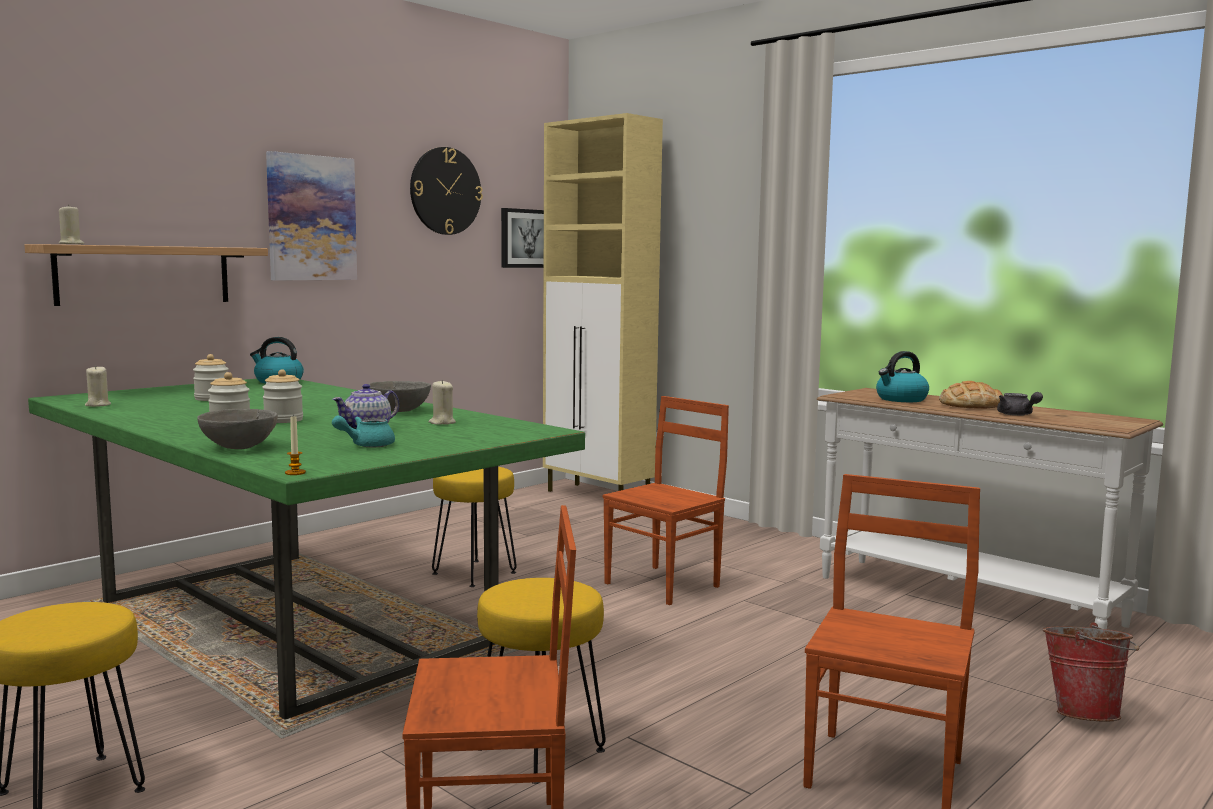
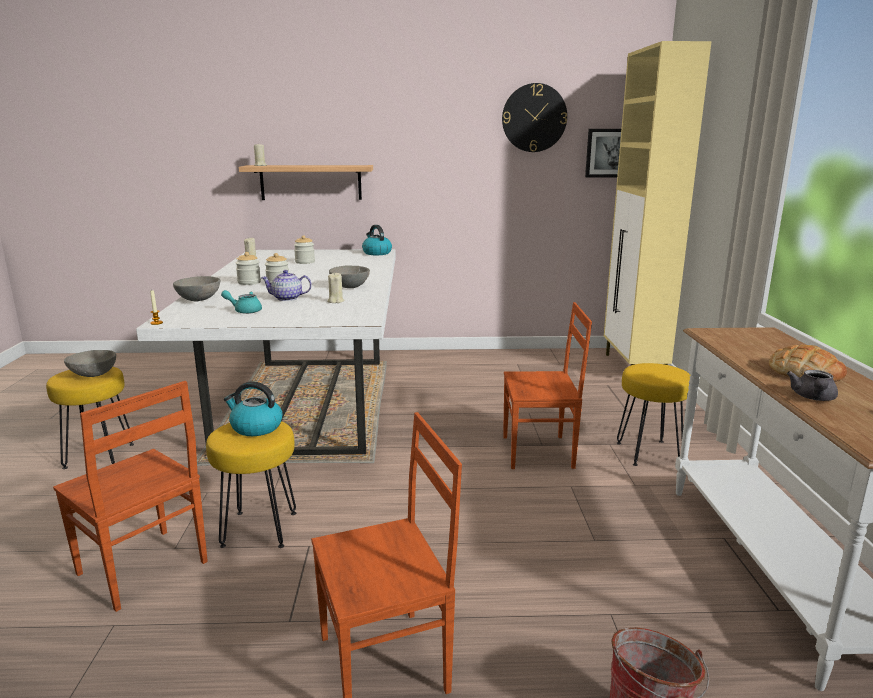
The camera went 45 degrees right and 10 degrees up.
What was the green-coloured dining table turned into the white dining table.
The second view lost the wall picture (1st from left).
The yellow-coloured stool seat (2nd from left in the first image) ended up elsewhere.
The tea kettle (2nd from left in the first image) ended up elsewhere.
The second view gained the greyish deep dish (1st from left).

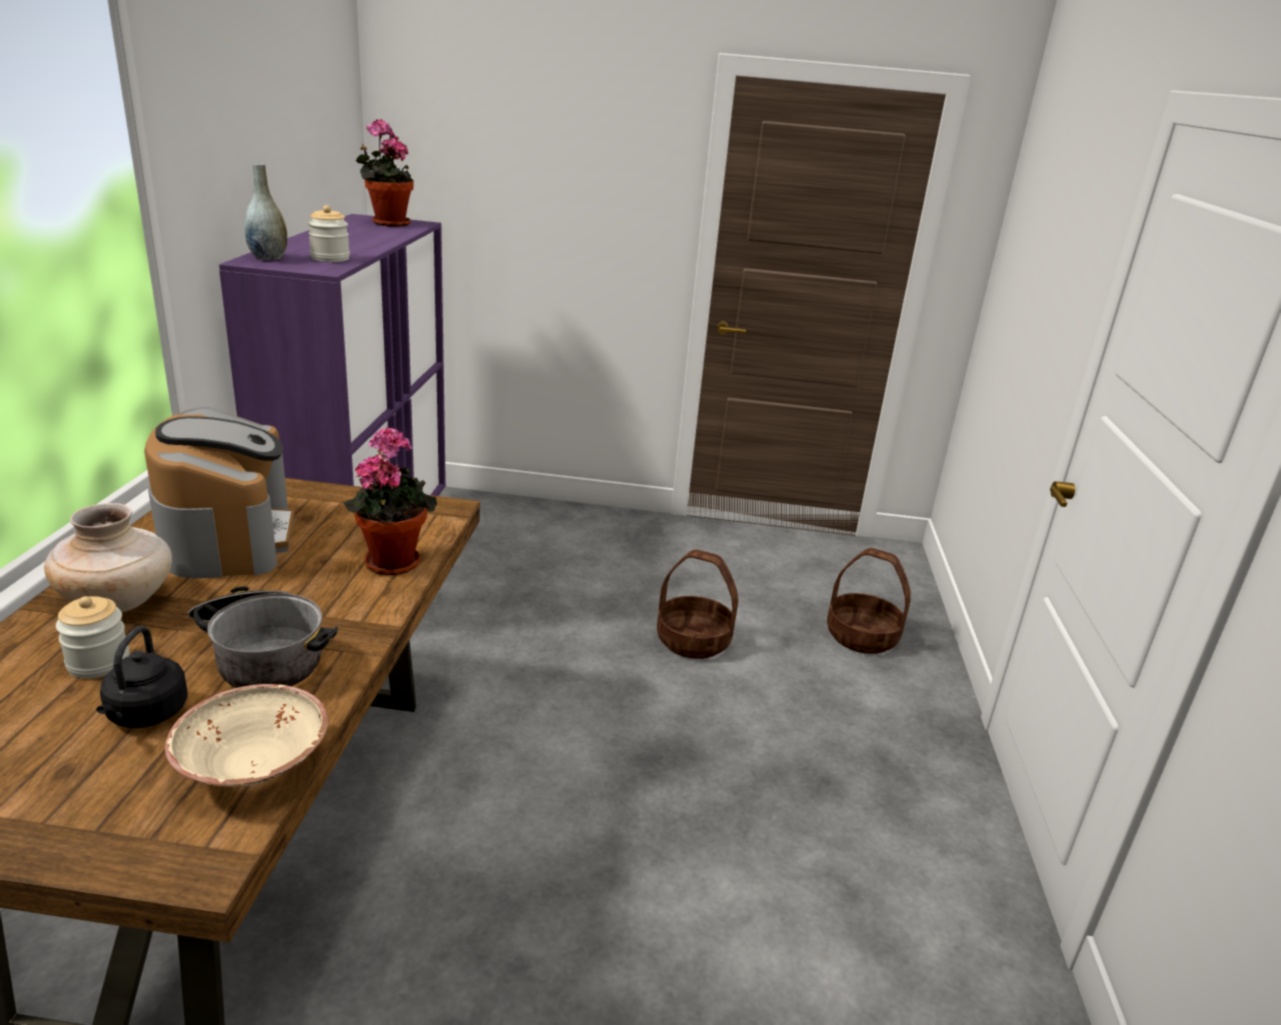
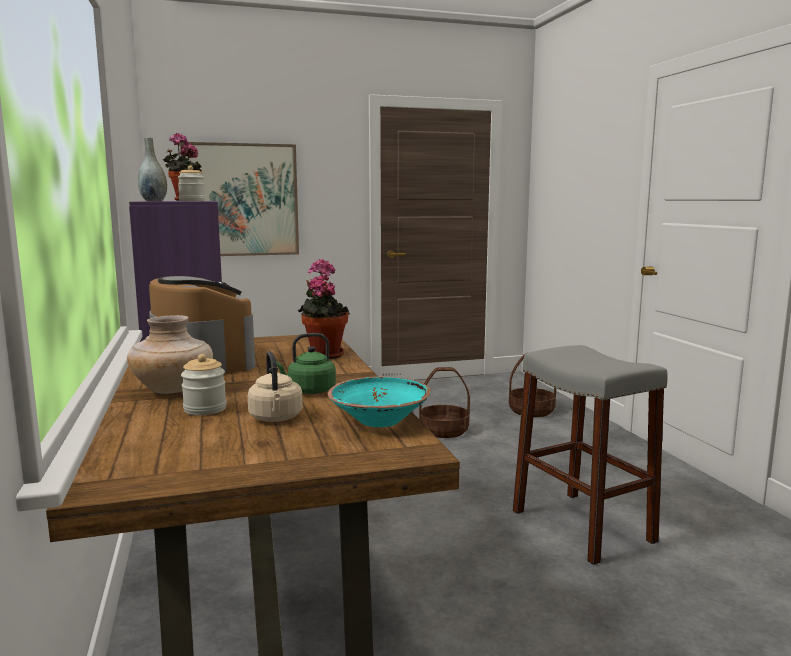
The camera went 20 degrees left and 15 degrees down.
What was the black tea kettle turned into the beige tea kettle.
What was the beige deep dish turned into the turquoise-coloured deep dish.
Where the stockpot stood, the green-coloured tea kettle came to stand.
The second view gained the wall picture.
The second view gained the greyish stool seat.

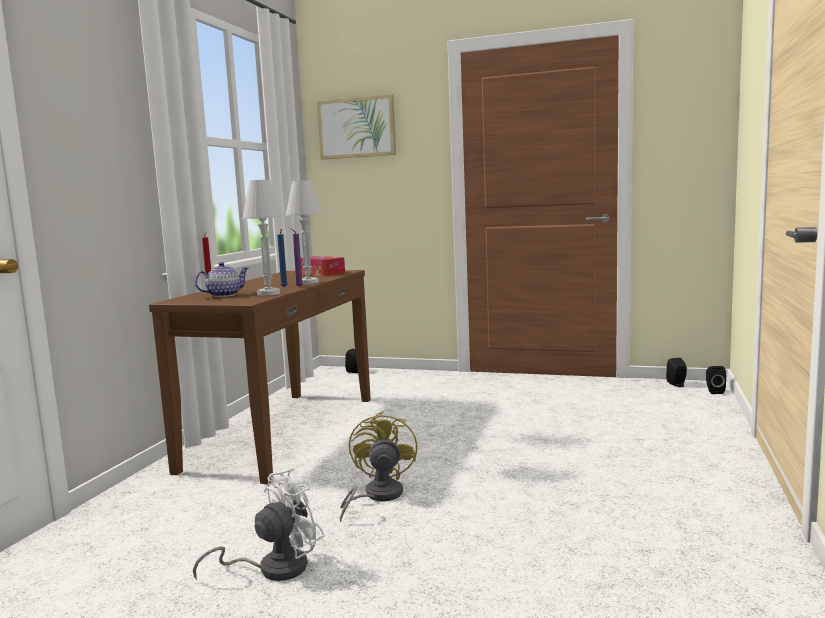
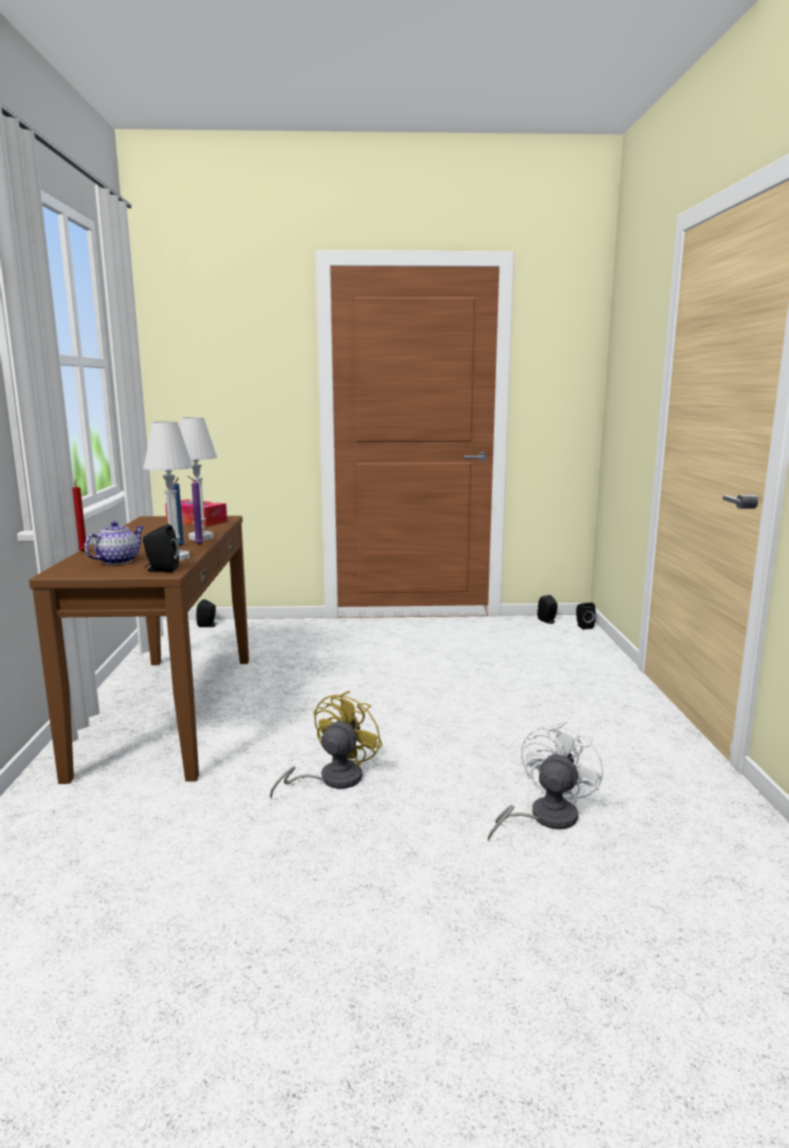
The camera went 20 degrees left and 5 degrees up.
The white cooling fan ended up elsewhere.
The second view lost the wall picture.
The yellow-coloured cooling fan ended up facing another way, 45 degrees clockwise from before.
The second view gained the black audio speaker (1st from left).

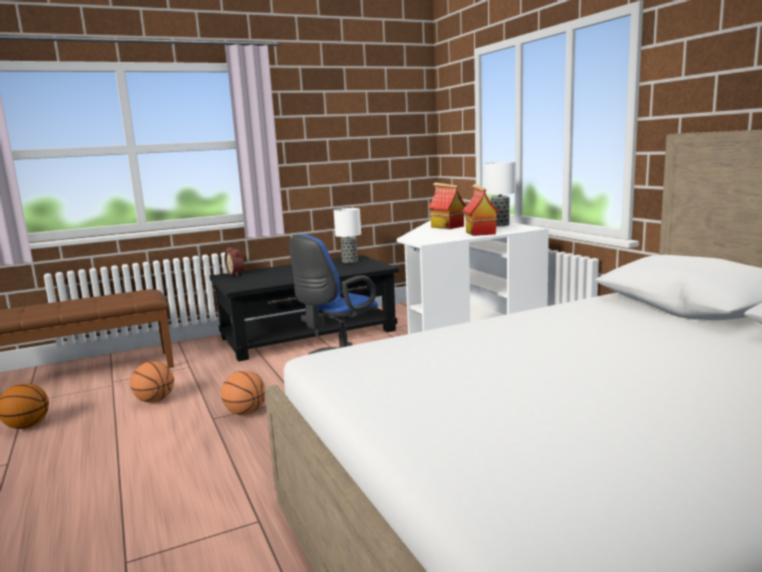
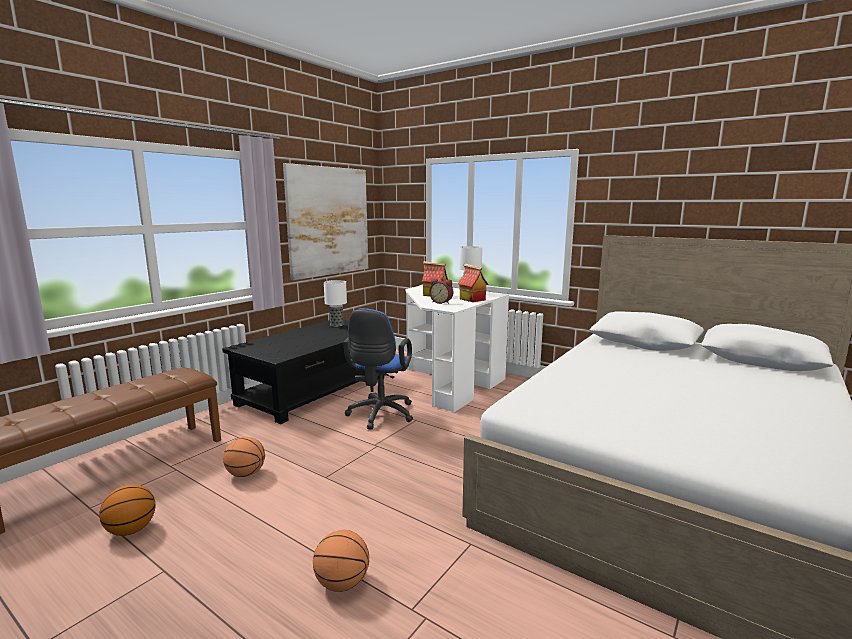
The camera went 30 degrees left and 0 degrees up.
The basketball (3rd from left) ended up elsewhere.
The table clock ended up elsewhere.
The second view gained the wall picture.

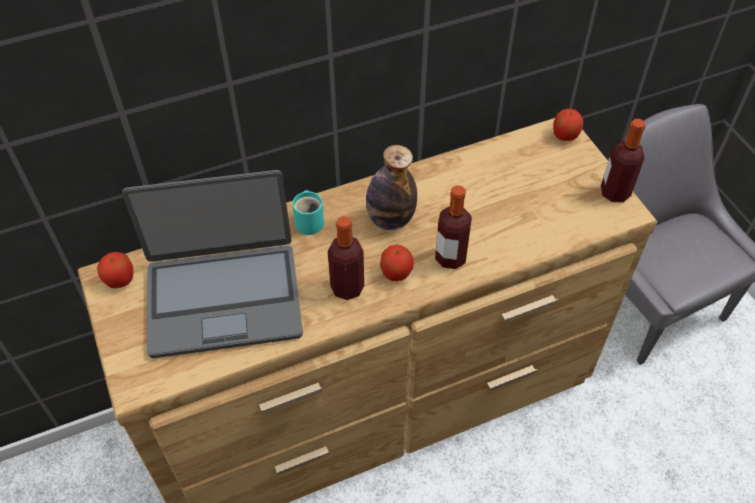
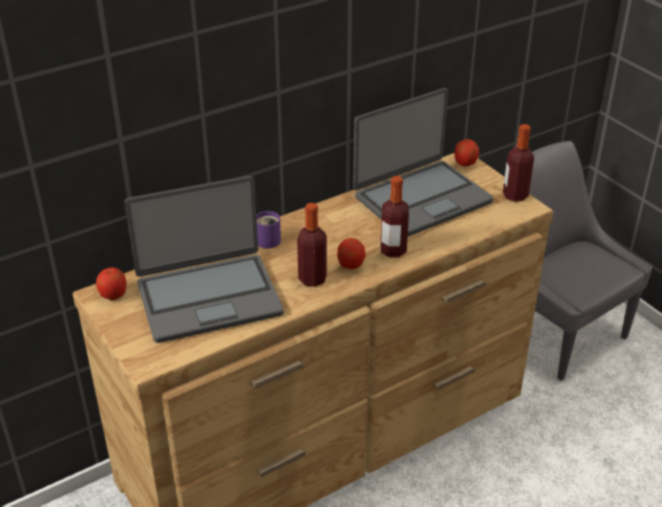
The camera went 10 degrees left and 15 degrees down.
What was the turquoise-coloured mug turned into the purple mug.
The second view lost the bottle (2nd from left).
The second view gained the notebook computer (2nd from left).

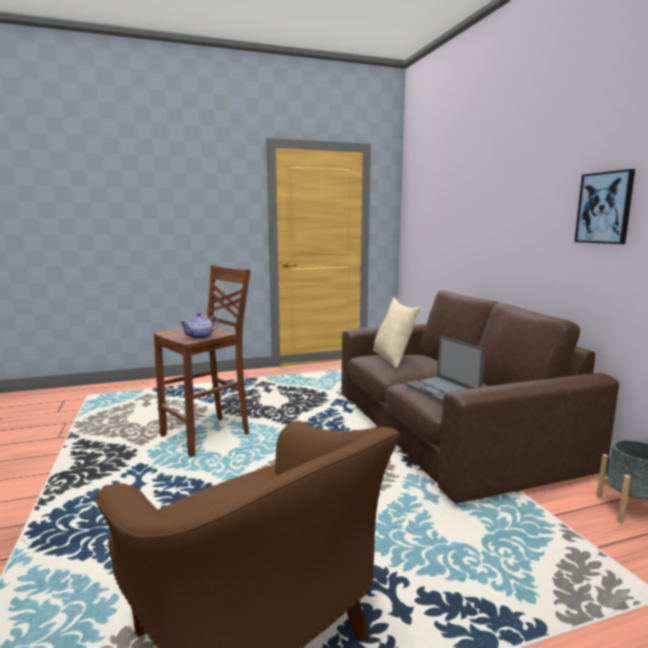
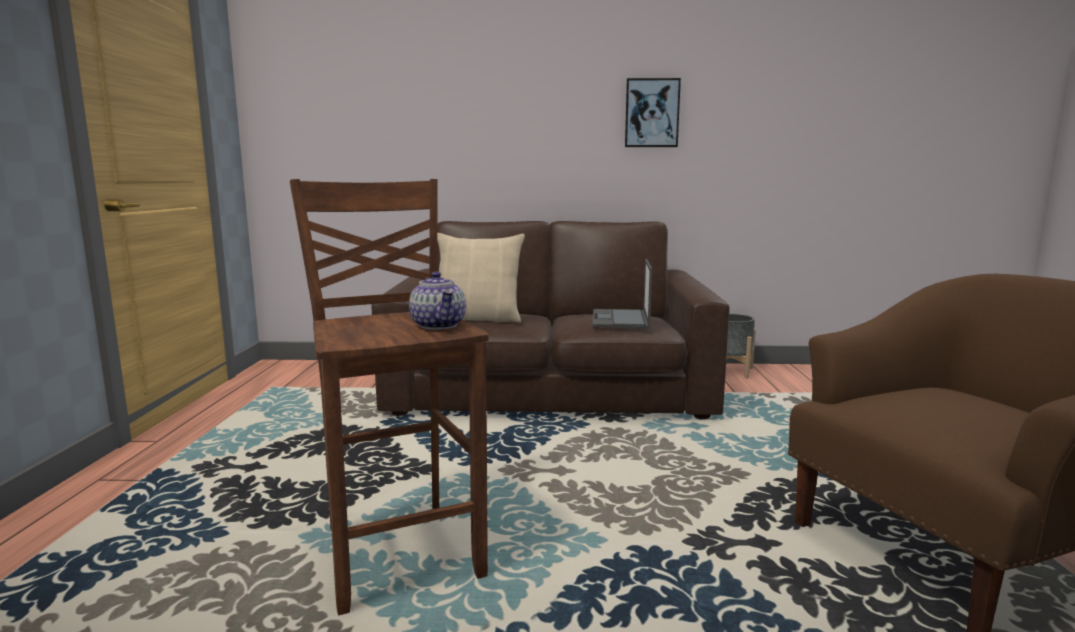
The camera went 70 degrees left and 0 degrees up.
The notebook computer ended up facing another way, 105 degrees clockwise from before.

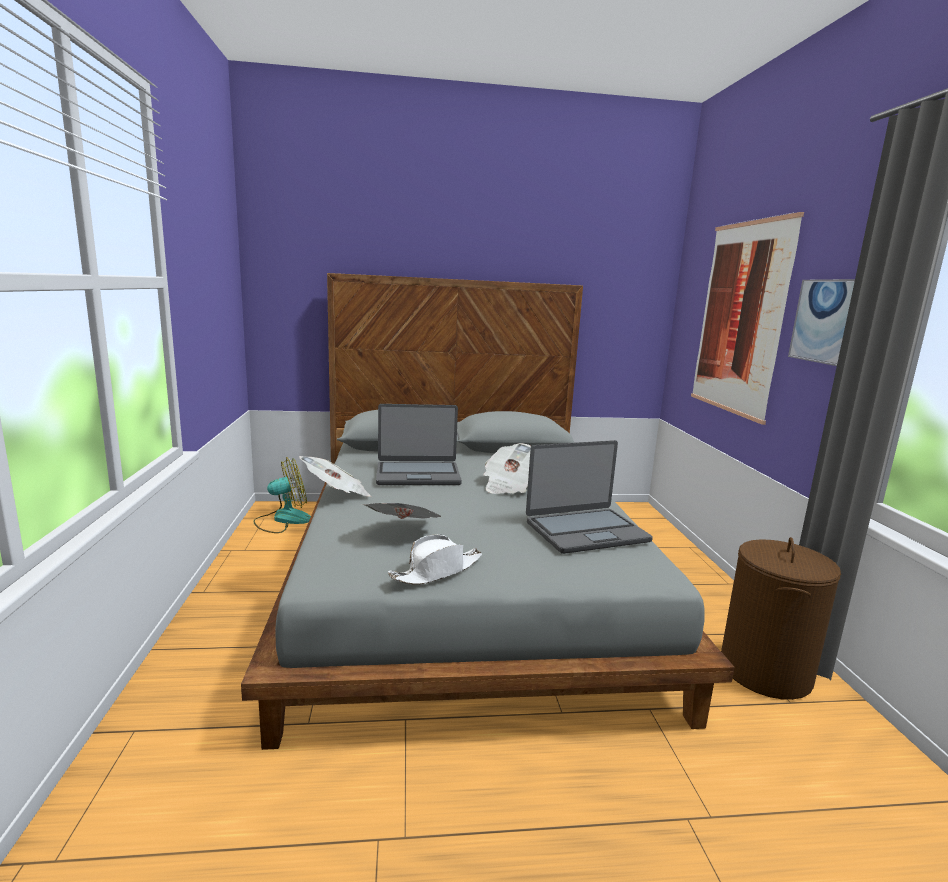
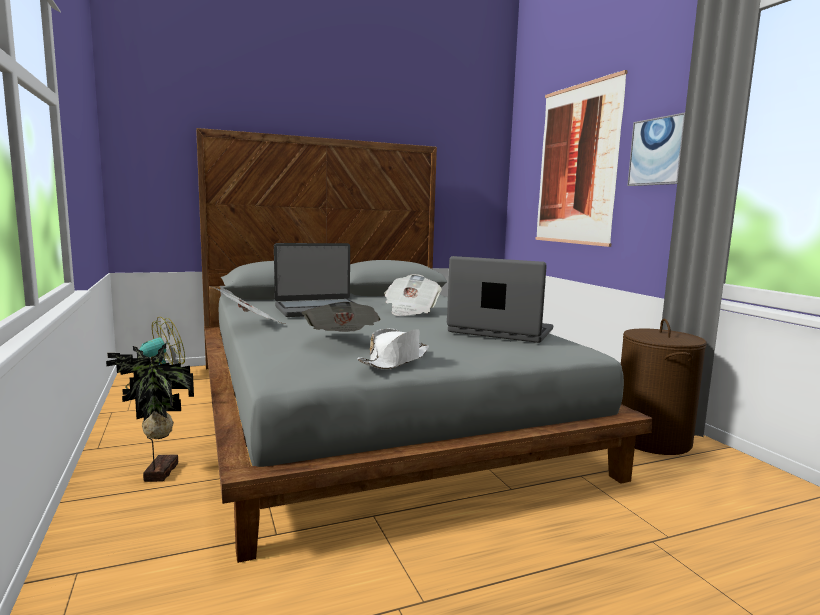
The camera went 15 degrees left and 5 degrees down.
The notebook computer (2nd from left) ended up facing another way, 120 degrees counterclockwise from before.
The second view gained the potted plant.

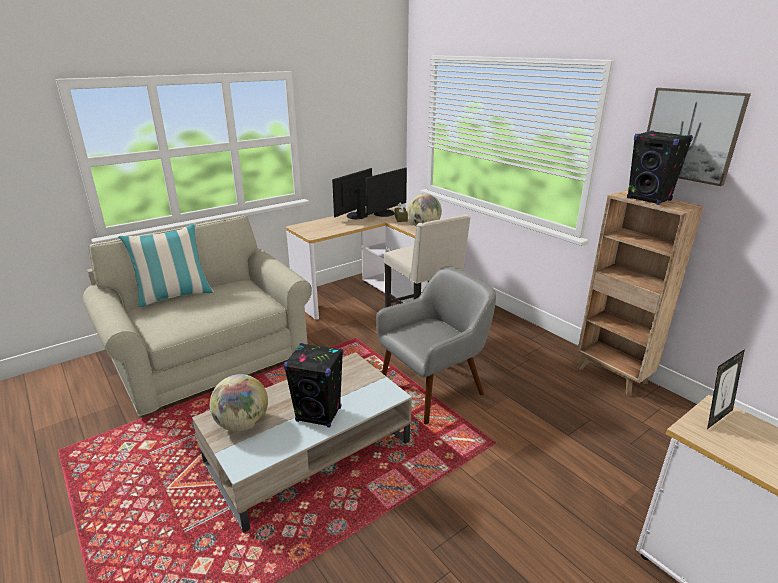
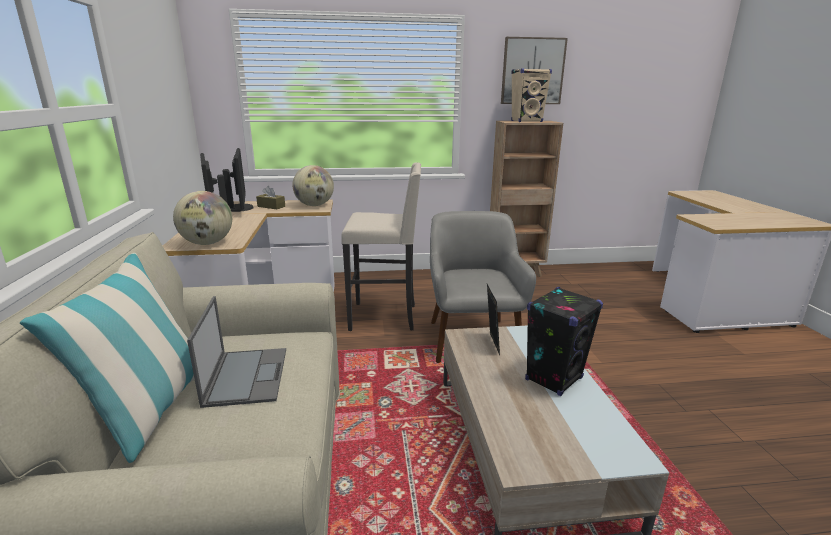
The camera went 60 degrees left and 5 degrees down.
The world globe (1st from left) ended up elsewhere.
What was the black audio speaker (2nd from left) turned into the beige audio speaker.
The picture frame ended up elsewhere.
The second view gained the notebook computer.

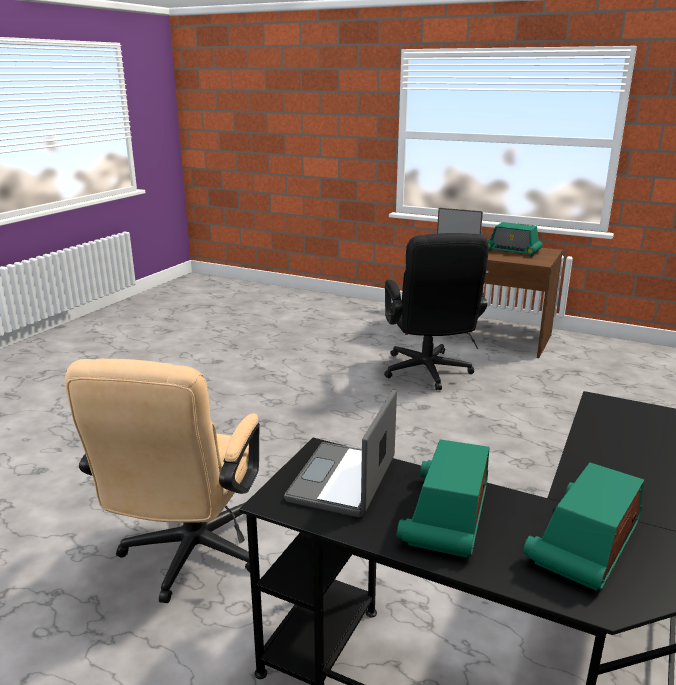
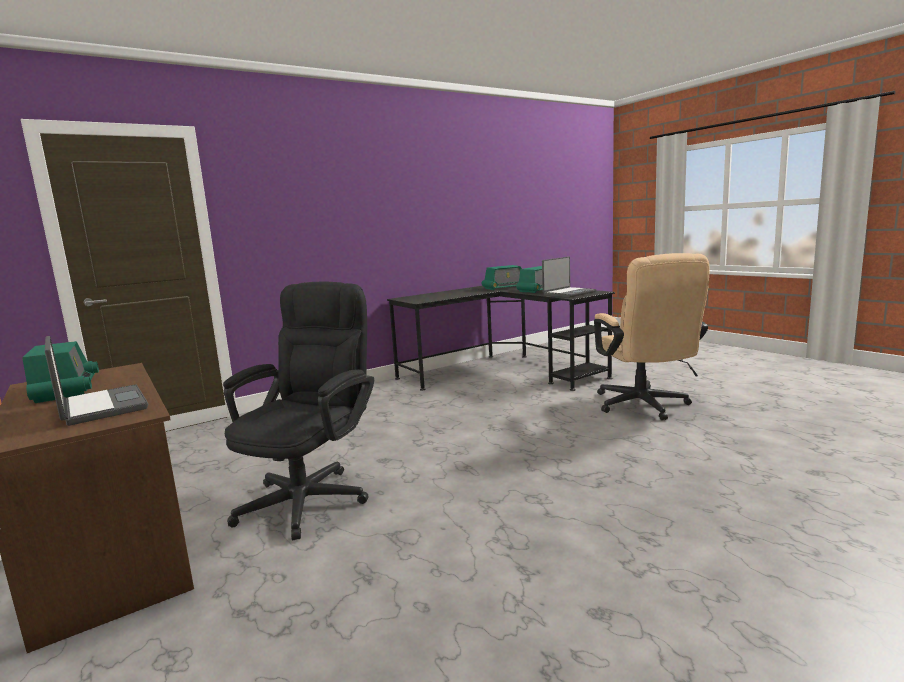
The camera went 150 degrees left and 10 degrees down.
The beige computer chair ended up facing another way, 135 degrees clockwise from before.

